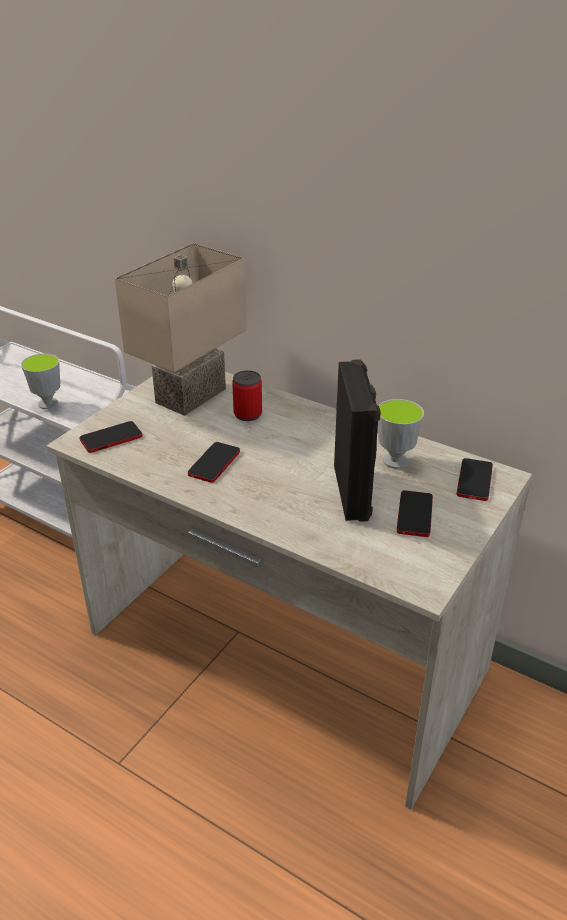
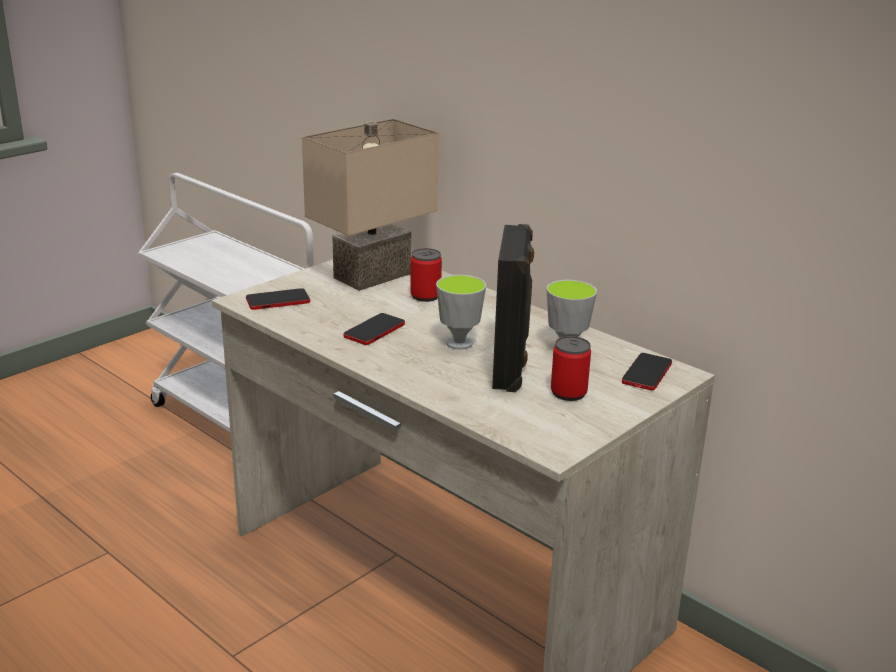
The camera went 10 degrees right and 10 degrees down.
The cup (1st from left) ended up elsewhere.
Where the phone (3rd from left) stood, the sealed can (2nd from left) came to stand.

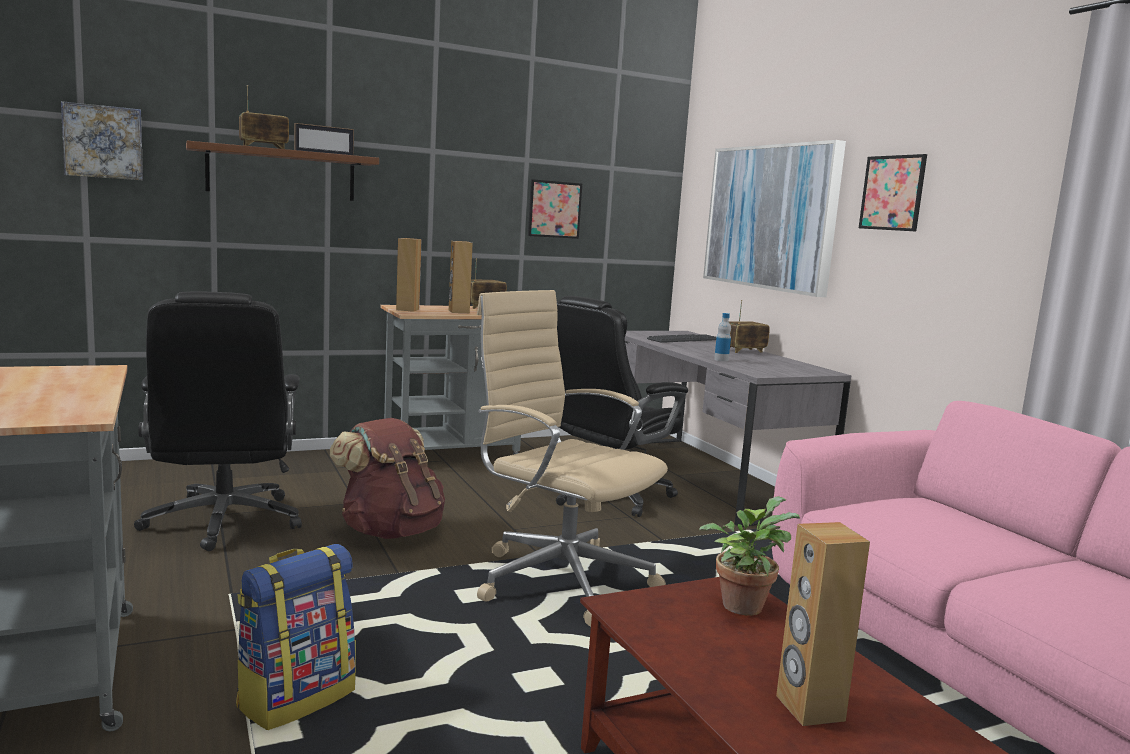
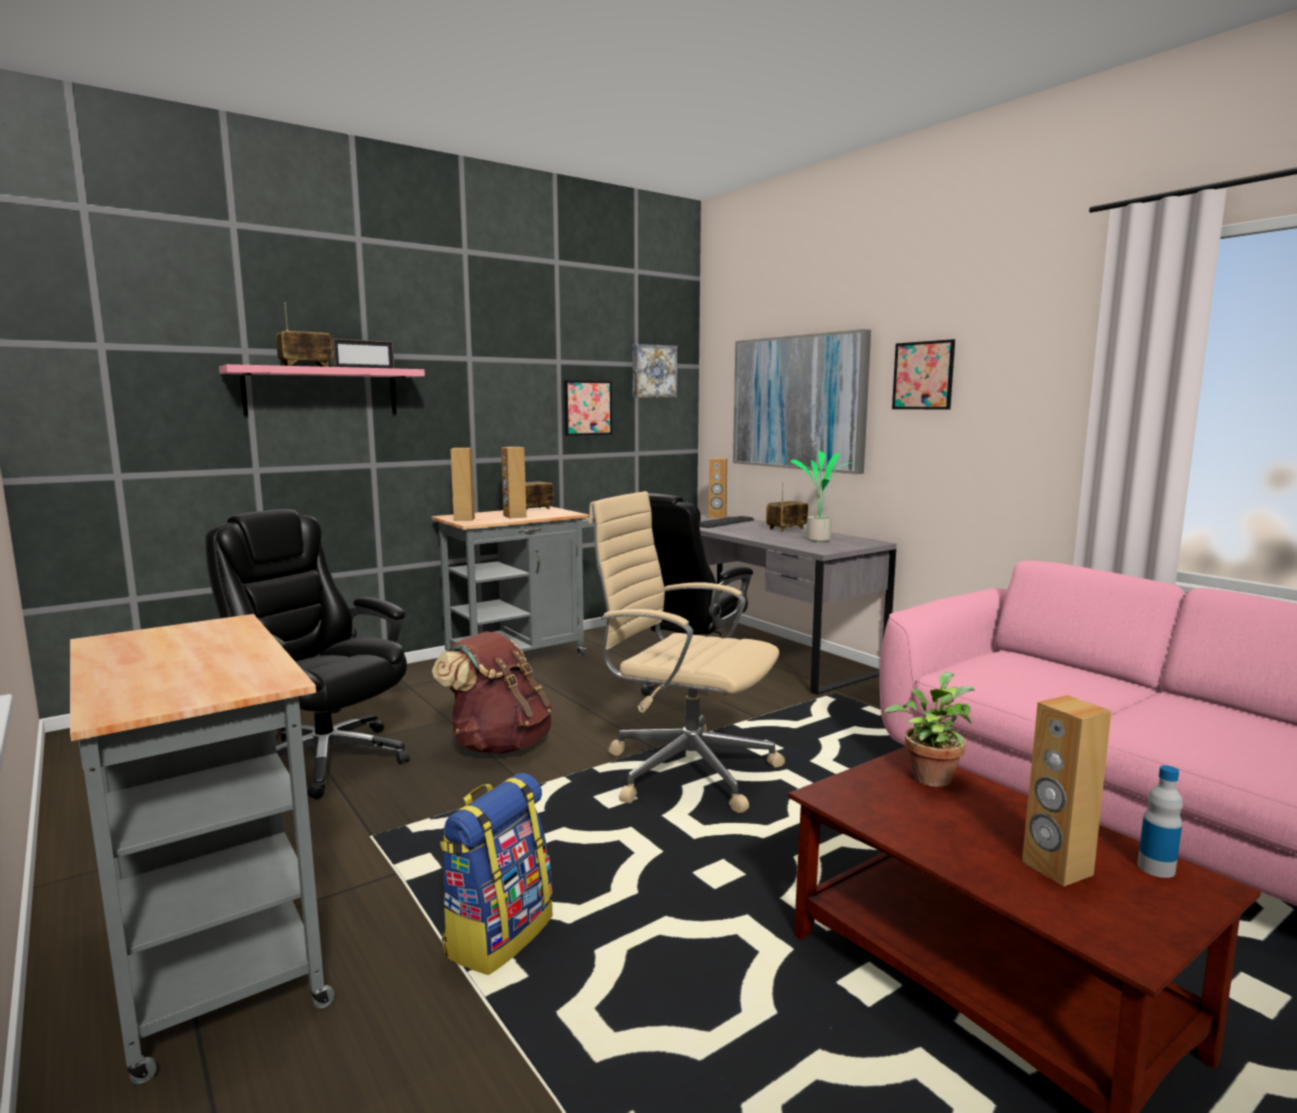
The camera went 10 degrees left and 0 degrees up.
The wall picture (1st from left in the first image) ended up elsewhere.
The black computer chair (1st from left) ended up facing another way, 150 degrees clockwise from before.
What was the brown-coloured shelf turned into the pinkish shelf.
The bottle ended up elsewhere.
The second view gained the brown-coloured audio speaker (3rd from left).
The second view gained the potted plant (1st from left).

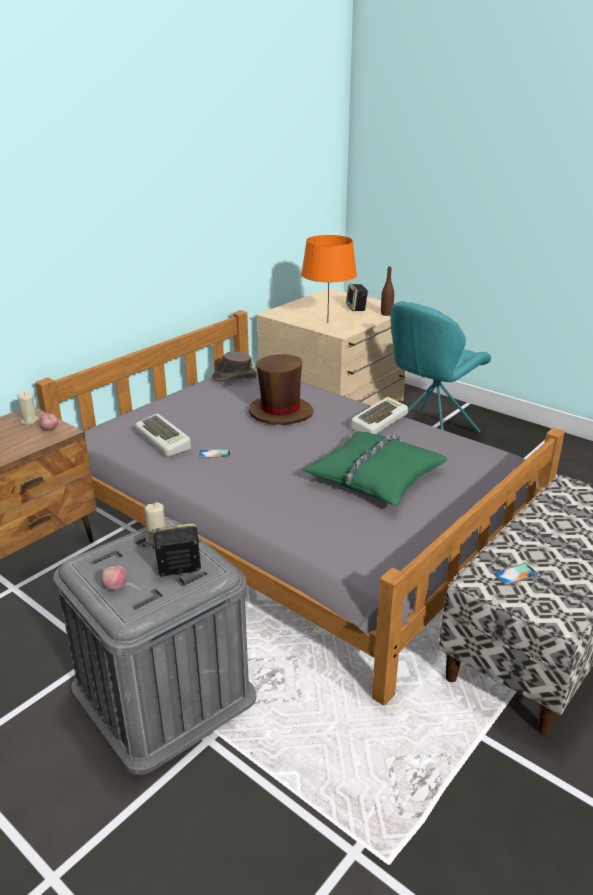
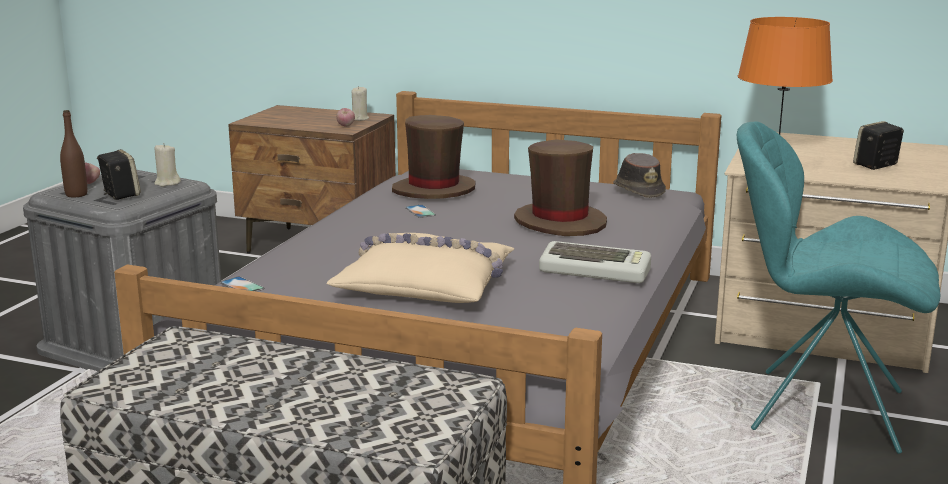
The camera went 70 degrees right and 10 degrees down.
Where the PC keyboard (1st from left) stood, the brown-coloured clothing hat (1st from left) came to stand.
What was the green-coloured cushion turned into the beige cushion.
The brown-coloured bottle ended up elsewhere.
The phone (2nd from left in the first image) ended up elsewhere.

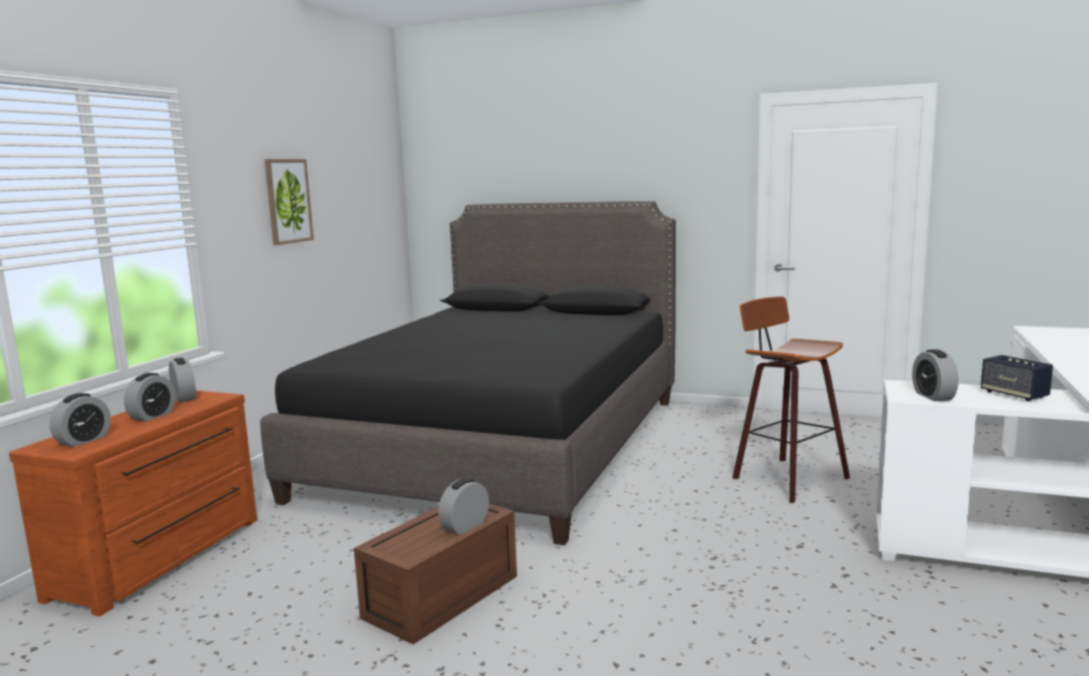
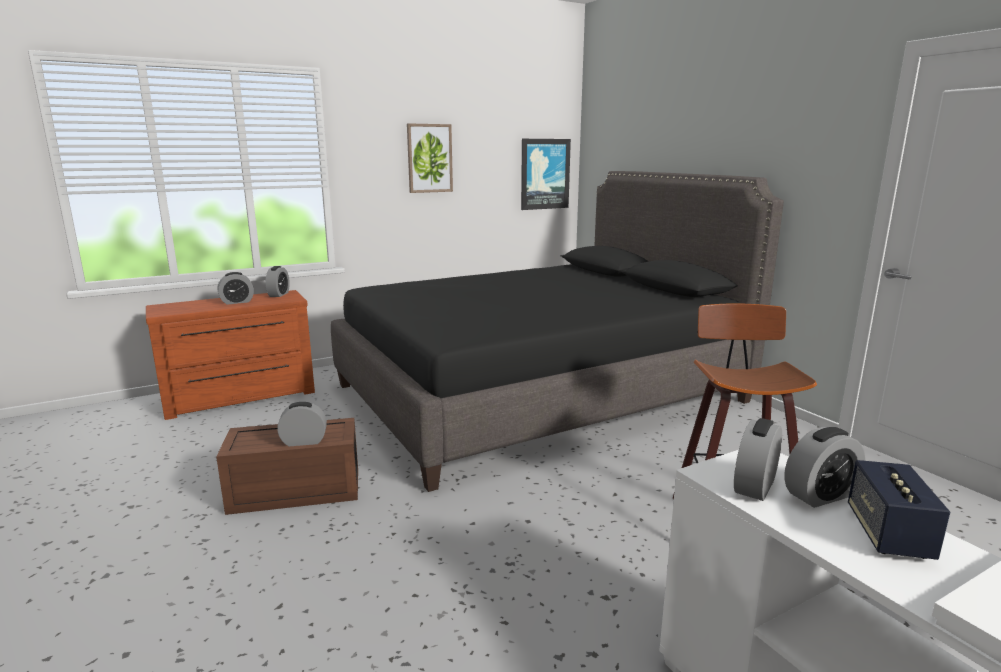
The camera went 40 degrees right and 5 degrees up.
The table clock (1st from left in the first image) ended up elsewhere.
The second view gained the wall picture (2nd from left).

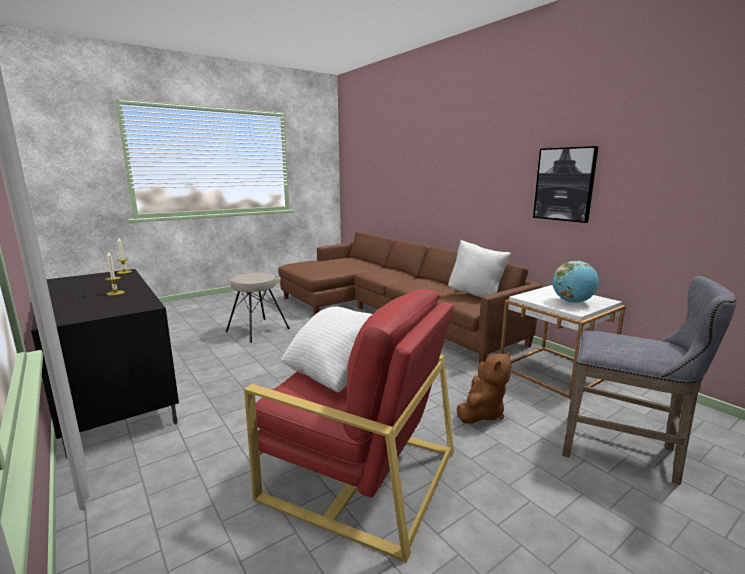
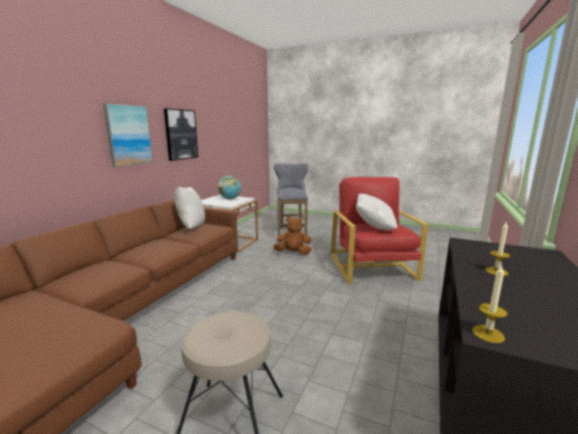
The camera went 120 degrees left and 0 degrees up.
The second view gained the wall picture (1st from left).

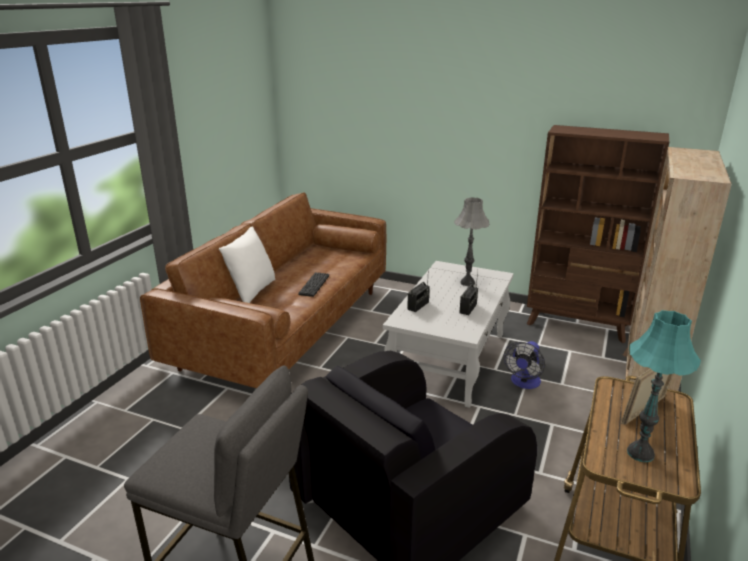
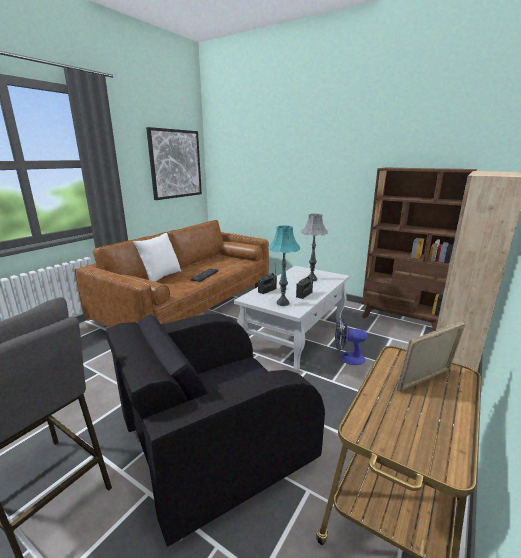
The camera went 10 degrees right and 5 degrees down.
The cooling fan ended up facing another way, 60 degrees clockwise from before.
The turquoise-coloured table lamp ended up elsewhere.
The second view gained the wall picture.

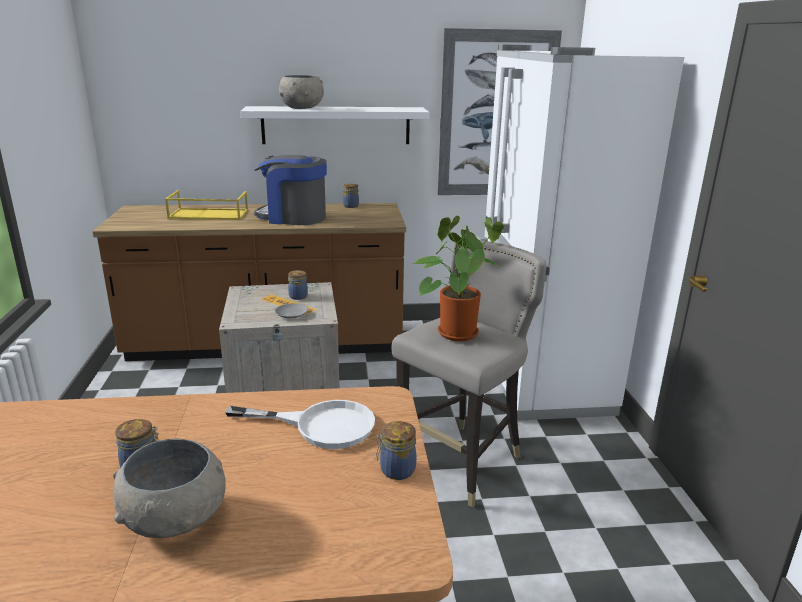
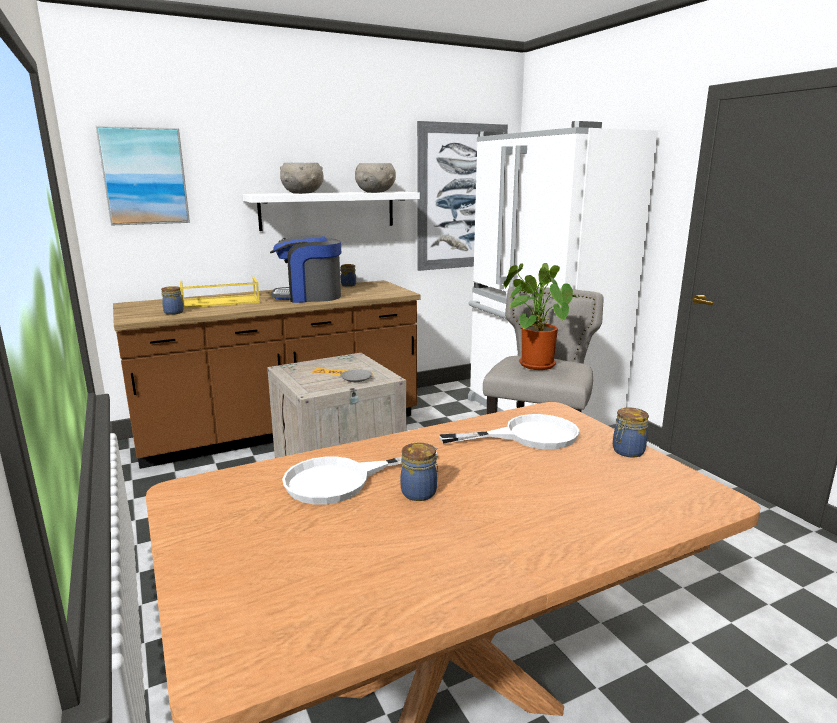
The camera went 20 degrees left and 5 degrees down.
The greyish deep dish (1st from left in the first image) ended up elsewhere.
The storage jar (2nd from left in the first image) ended up elsewhere.
The second view gained the wall picture (1st from left).
The second view gained the white pan (1st from left).

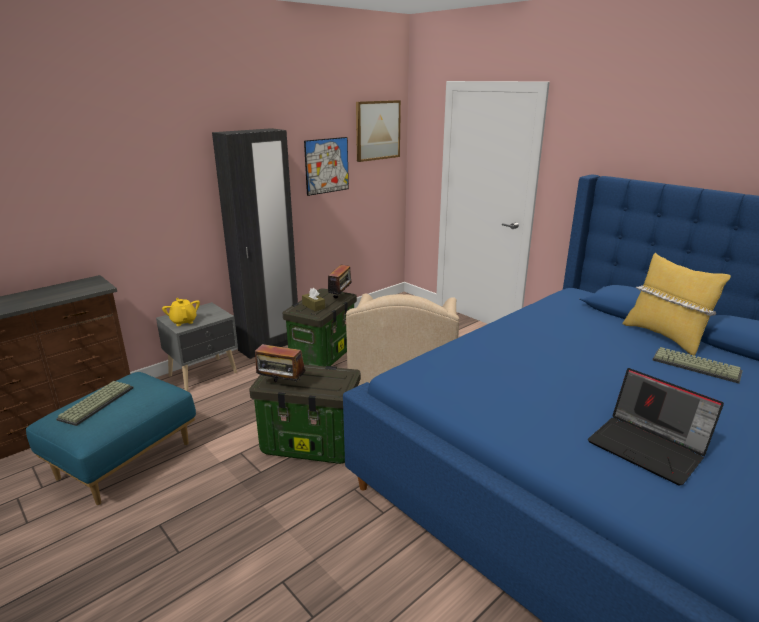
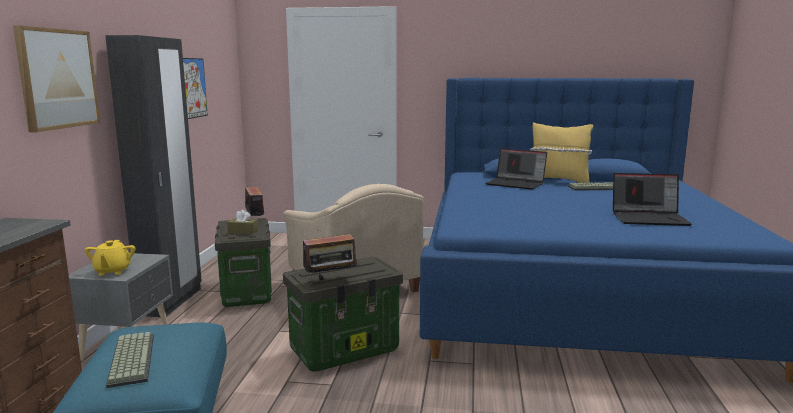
The camera went 40 degrees left and 10 degrees down.
The yellow-coloured teapot ended up facing another way, 120 degrees counterclockwise from before.
The wall picture (2nd from left in the first image) ended up elsewhere.
The second view gained the notebook computer (1st from left).

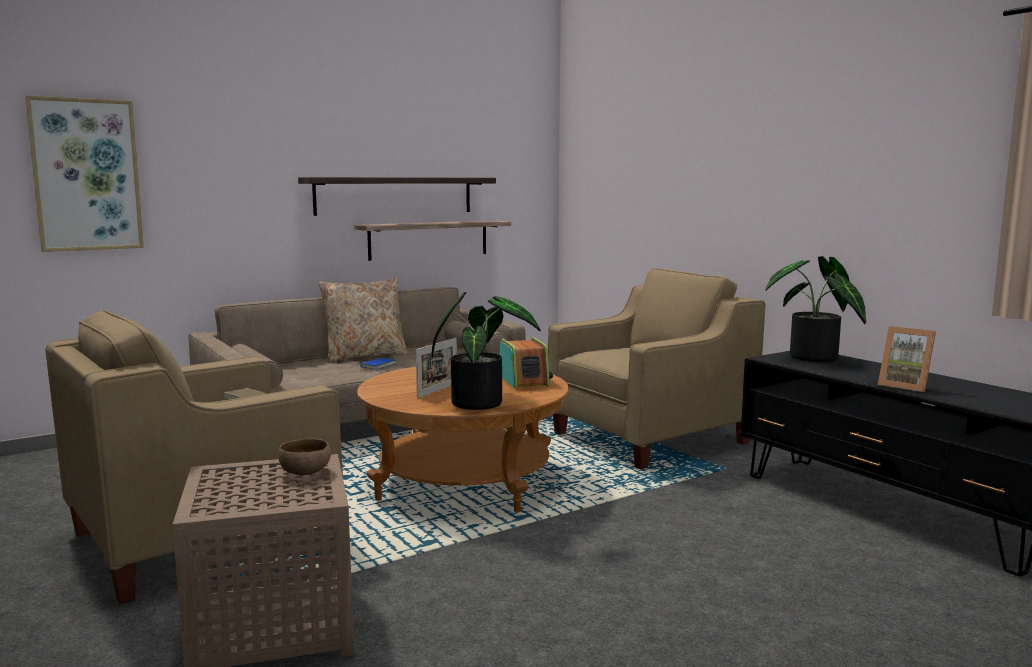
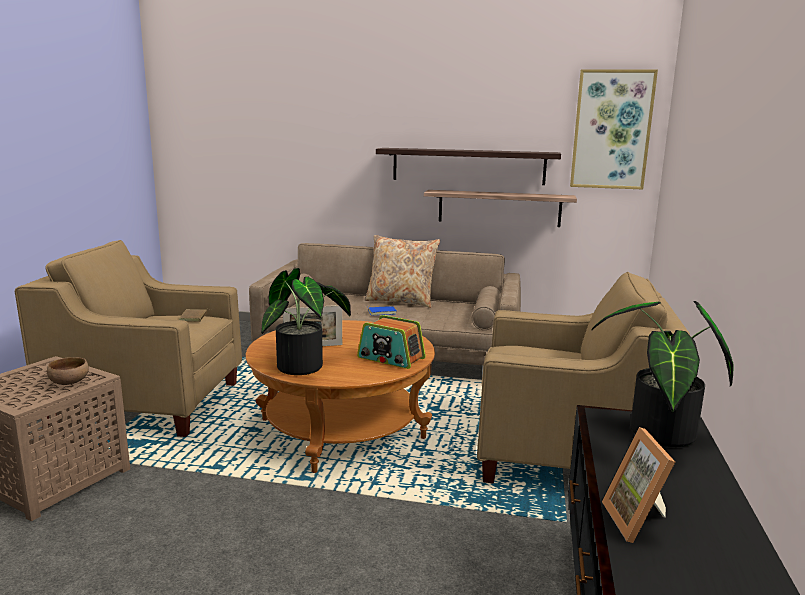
The camera went 45 degrees right and 5 degrees up.
The wall picture ended up elsewhere.
The radio ended up facing another way, 90 degrees clockwise from before.

